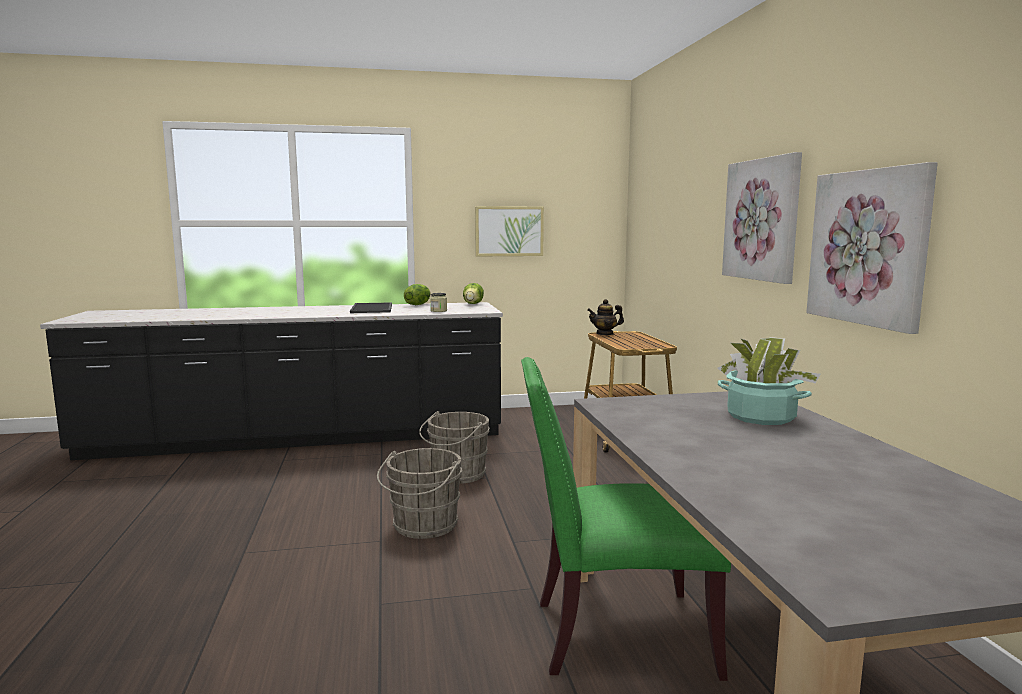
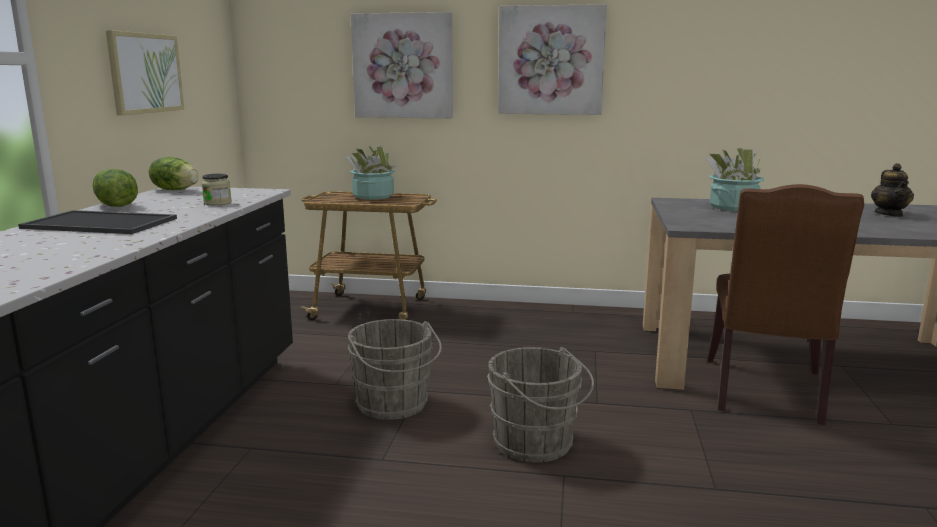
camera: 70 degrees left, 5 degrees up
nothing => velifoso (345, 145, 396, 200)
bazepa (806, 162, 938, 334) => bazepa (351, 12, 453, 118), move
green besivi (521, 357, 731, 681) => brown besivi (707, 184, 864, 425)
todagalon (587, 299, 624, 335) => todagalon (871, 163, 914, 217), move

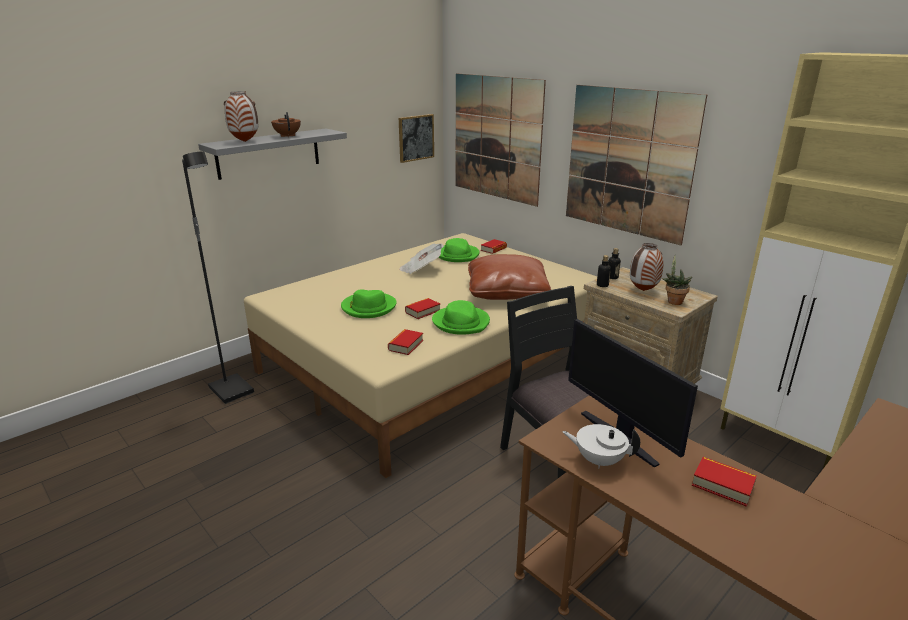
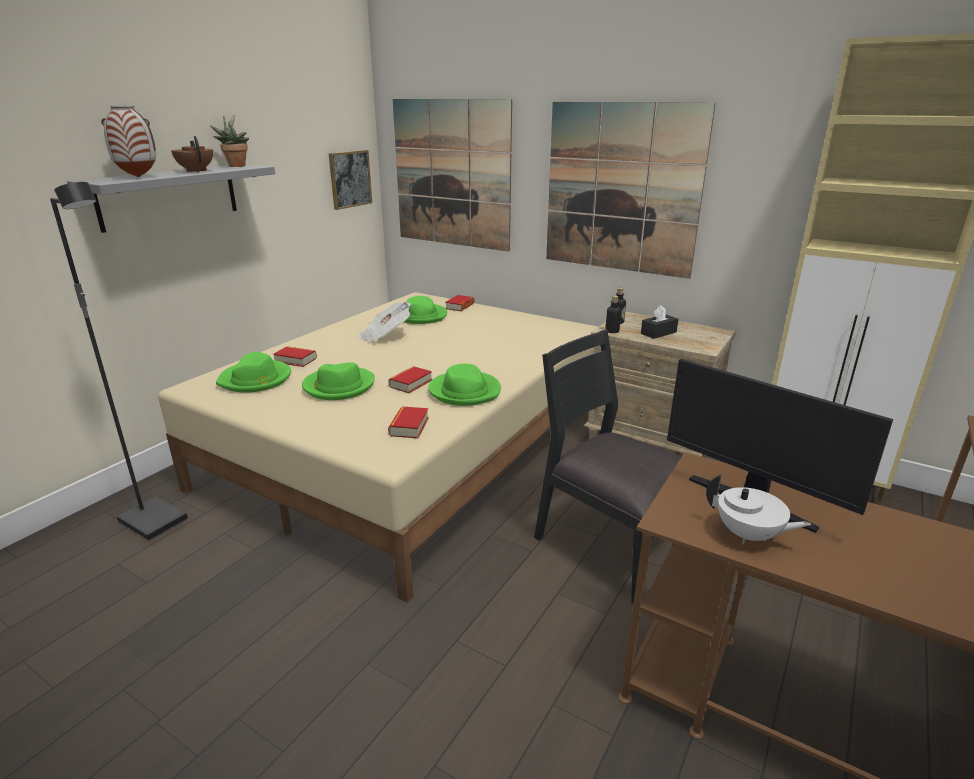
camera: 15 degrees left, 0 degrees up
velifoso (662, 255, 692, 305) => velifoso (210, 115, 249, 167), move
nothing => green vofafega (216, 352, 291, 393)
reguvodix (692, 457, 757, 507) => reguvodix (273, 346, 317, 367), move
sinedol (630, 243, 664, 291) => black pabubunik (641, 305, 678, 339)
white todagalon (562, 424, 640, 468) => white todagalon (706, 474, 811, 544), 150 degrees counterclockwise
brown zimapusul (468, 254, 551, 300) => nothing

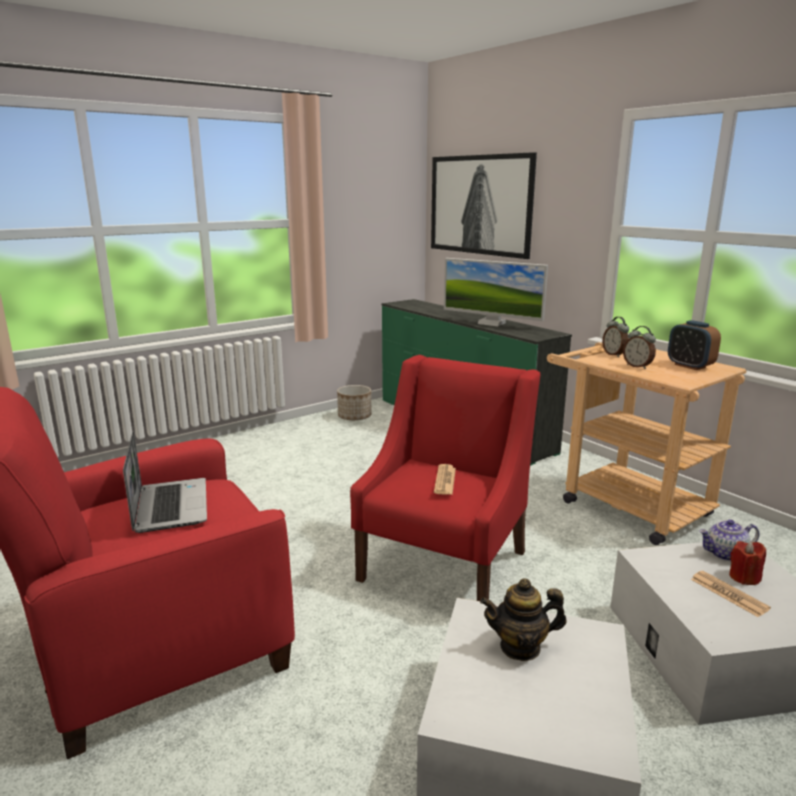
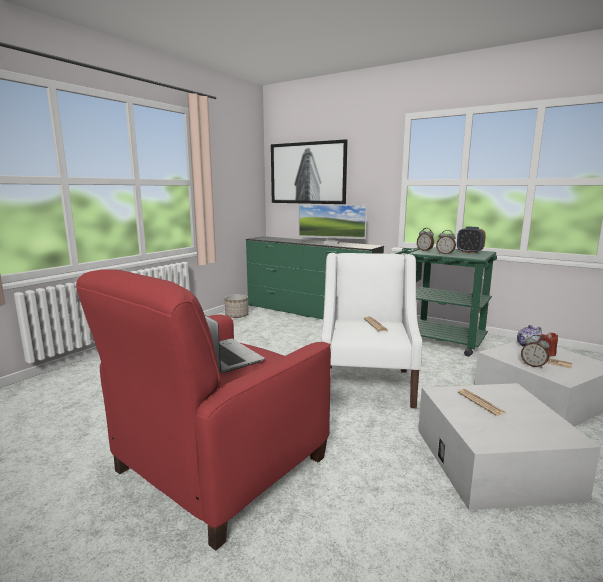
camera: 20 degrees left, 5 degrees down
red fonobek (350, 355, 540, 601) => white fonobek (321, 253, 422, 408)
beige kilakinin (547, 342, 747, 545) => green kilakinin (387, 247, 497, 357)
todagalon (480, 578, 567, 661) => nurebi (458, 389, 506, 416)
nothing => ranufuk (521, 335, 550, 369)

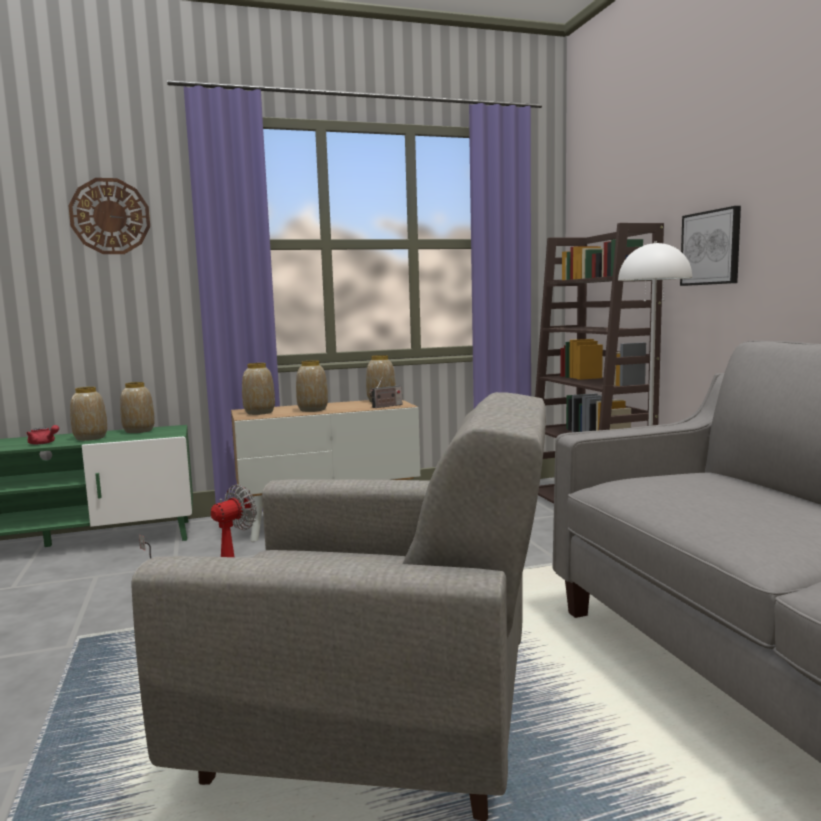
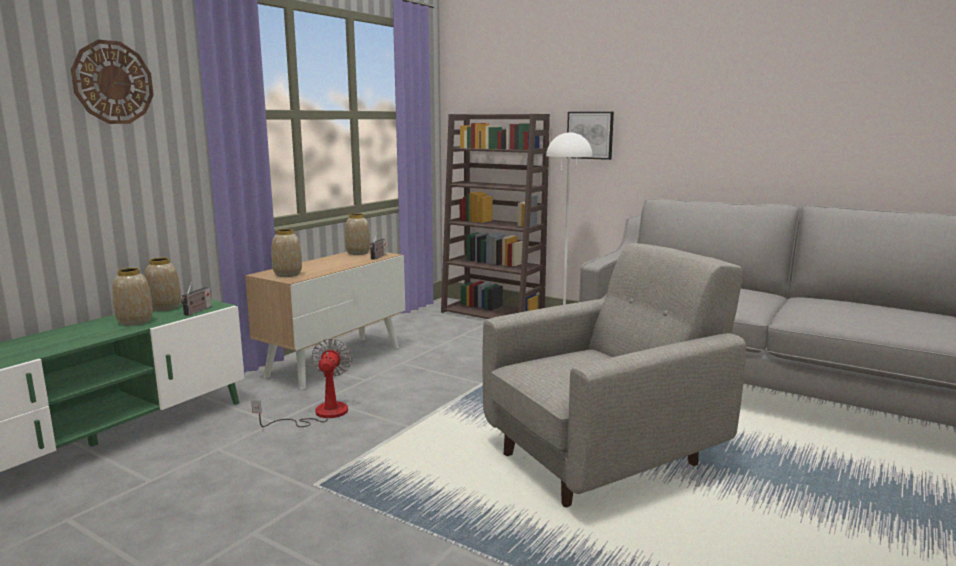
camera: 40 degrees left, 5 degrees up
nothing => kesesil (181, 282, 212, 316)
red todagalon (26, 425, 59, 445) => nothing
sinedol (296, 361, 328, 412) => nothing

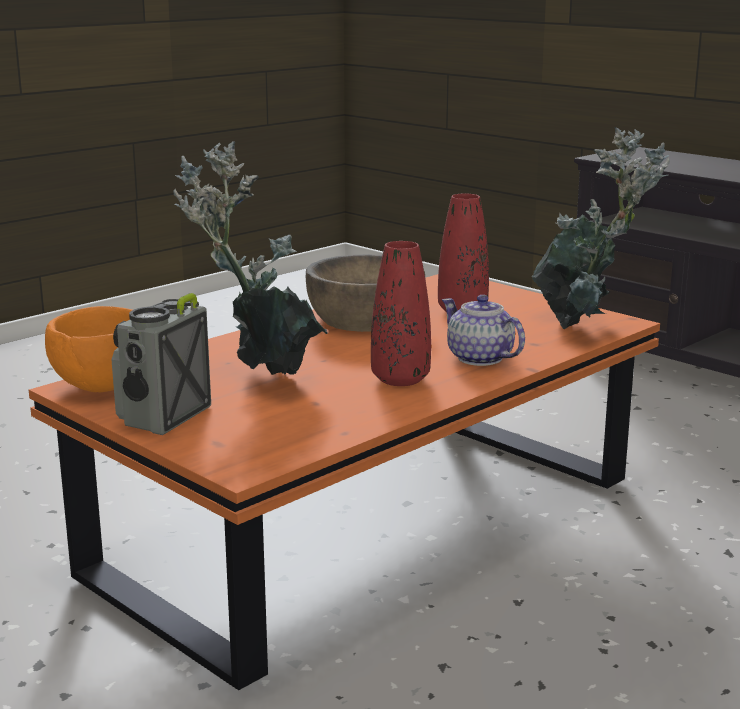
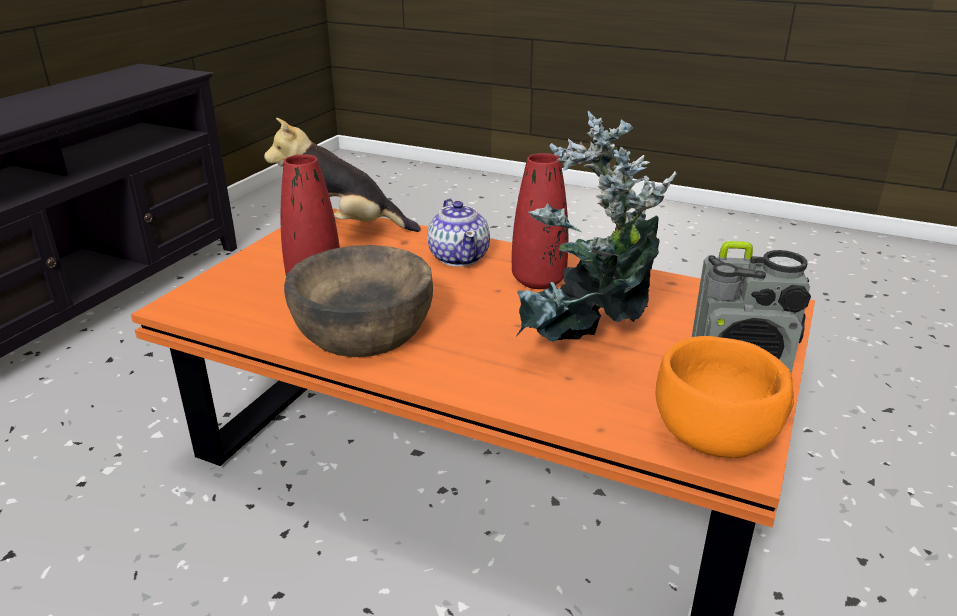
camera: 110 degrees left, 10 degrees up
velifoso (531, 127, 670, 330) => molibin (264, 118, 421, 232)
todagalon (442, 295, 525, 366) => todagalon (428, 199, 490, 267), 45 degrees counterclockwise

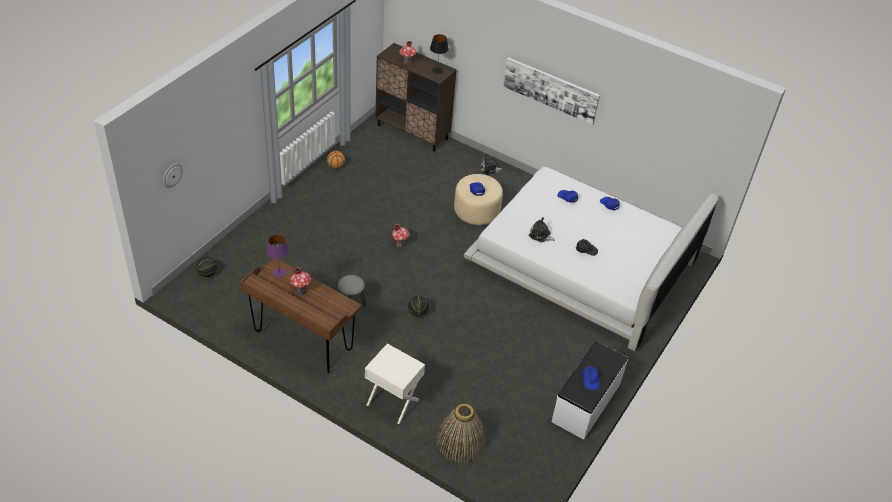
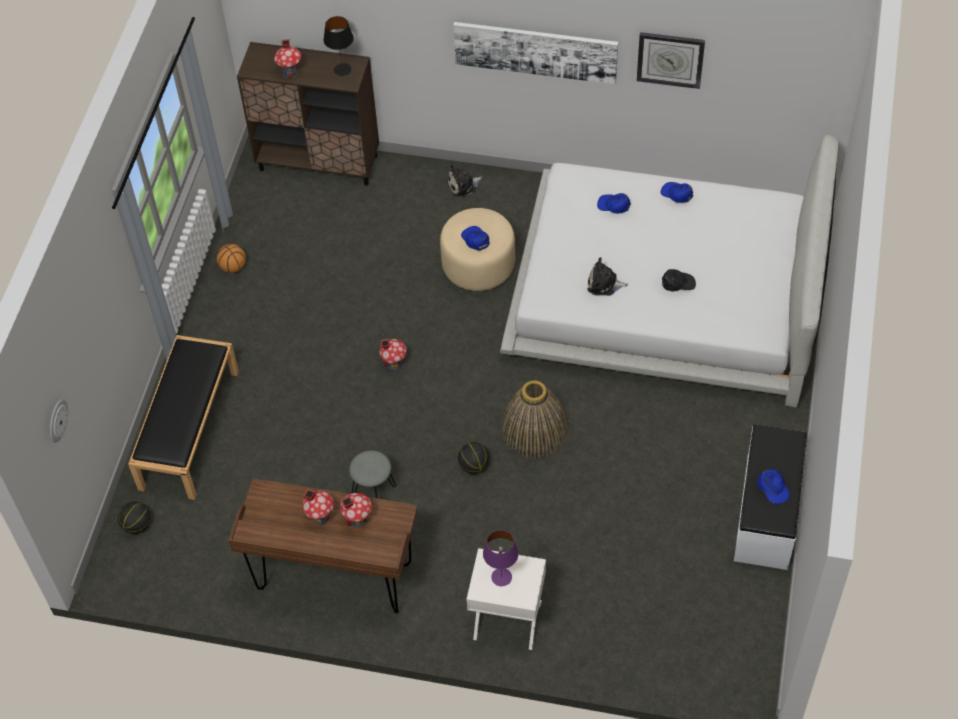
camera: 15 degrees left, 10 degrees up
nothing => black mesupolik (128, 335, 239, 500)
nothing => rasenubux (340, 493, 372, 528)
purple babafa (266, 234, 289, 277) => purple babafa (483, 530, 519, 586), move
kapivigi (436, 404, 485, 463) => kapivigi (501, 381, 568, 459), move
nothing => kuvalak (637, 32, 705, 89)

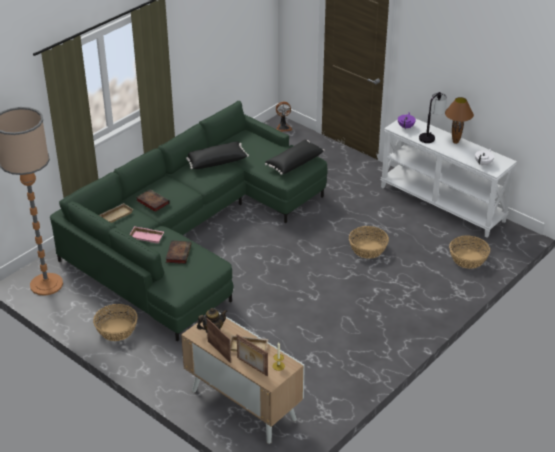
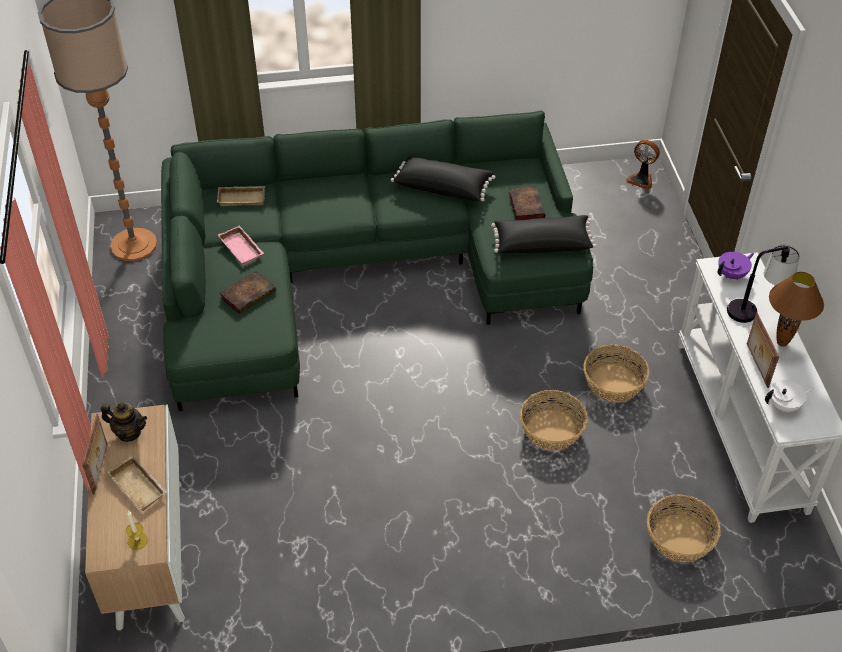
camera: 40 degrees right, 10 degrees up
reguvodix (136, 190, 170, 212) => reguvodix (509, 185, 545, 220), move
kapivigi (93, 304, 138, 341) => kapivigi (583, 344, 649, 402), move
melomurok (237, 334, 268, 376) => melomurok (747, 312, 779, 388), move

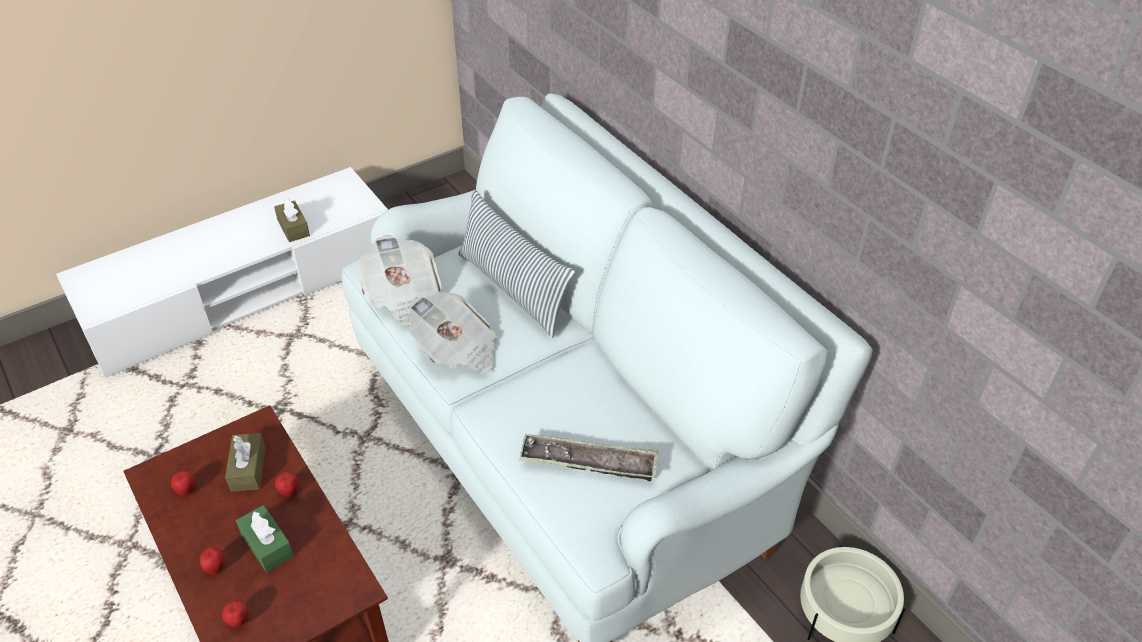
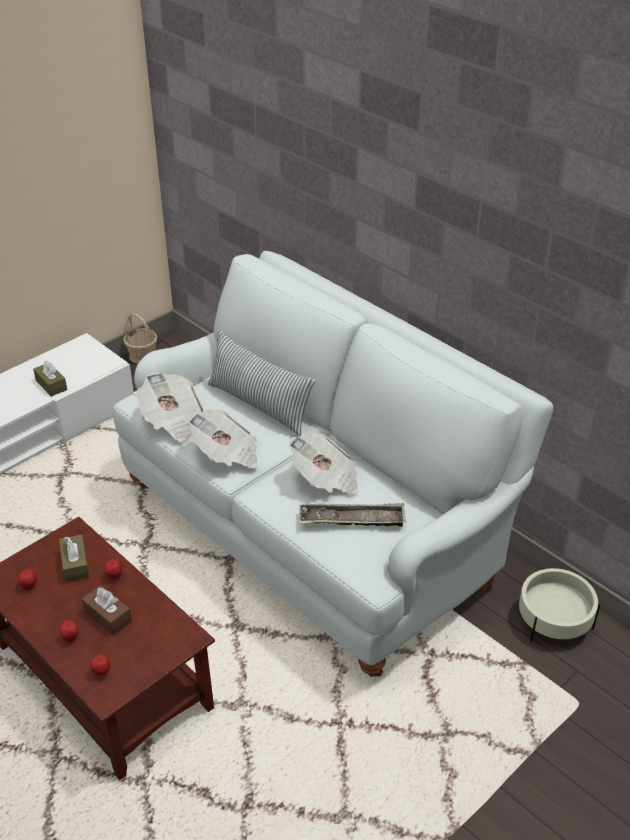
camera: 10 degrees left, 5 degrees down
green pabubunik (236, 505, 294, 572) => brown pabubunik (82, 585, 132, 636)
nothing => kapivigi (123, 314, 157, 363)
nothing => nurebi (289, 432, 358, 495)

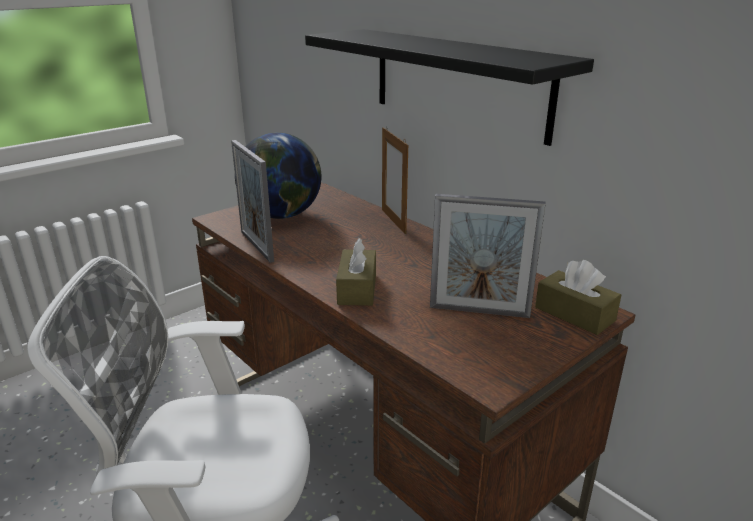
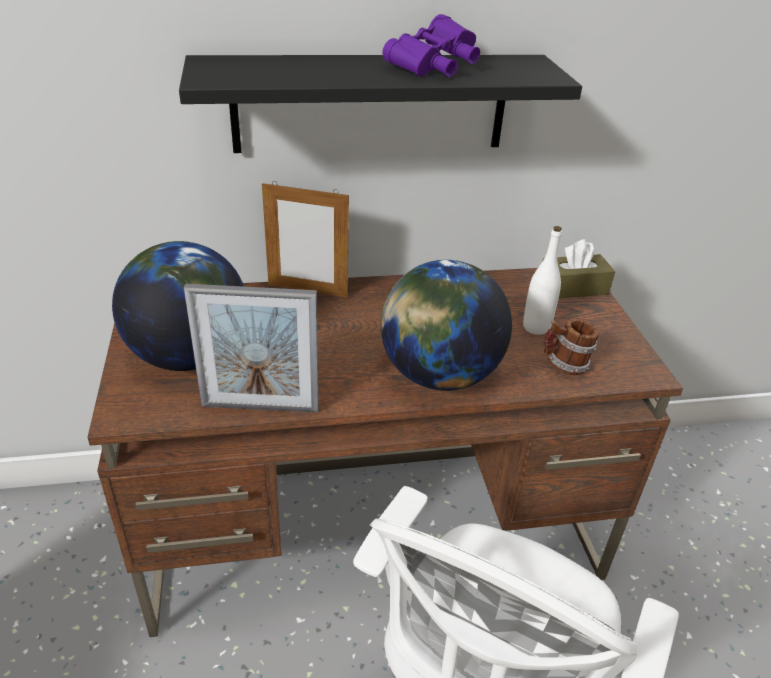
camera: 60 degrees left, 10 degrees up
brown pabubunik (336, 238, 376, 306) => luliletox (381, 260, 512, 391)
nothing => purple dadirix (383, 14, 480, 77)
melomurok (430, 194, 546, 318) => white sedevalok (523, 226, 562, 335)
nothing => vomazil (544, 318, 599, 376)

